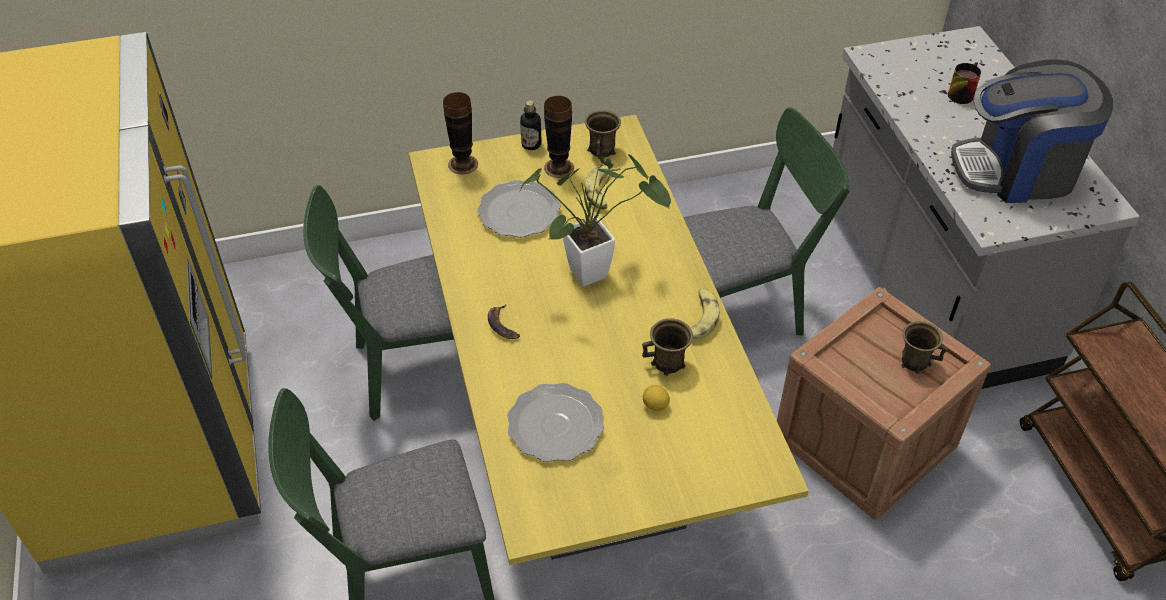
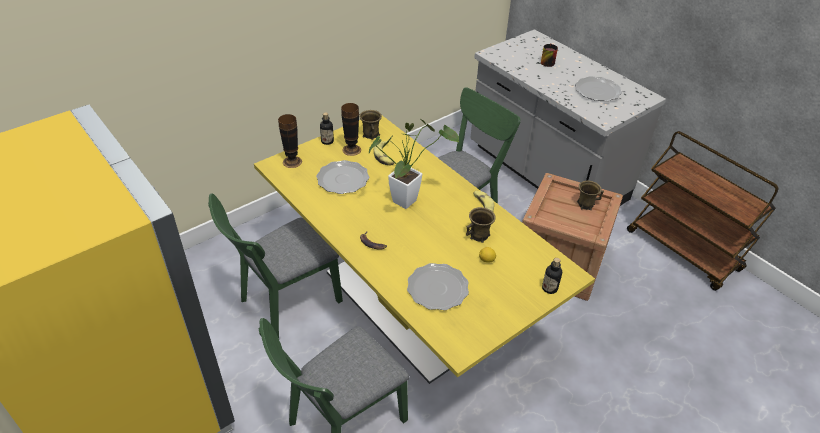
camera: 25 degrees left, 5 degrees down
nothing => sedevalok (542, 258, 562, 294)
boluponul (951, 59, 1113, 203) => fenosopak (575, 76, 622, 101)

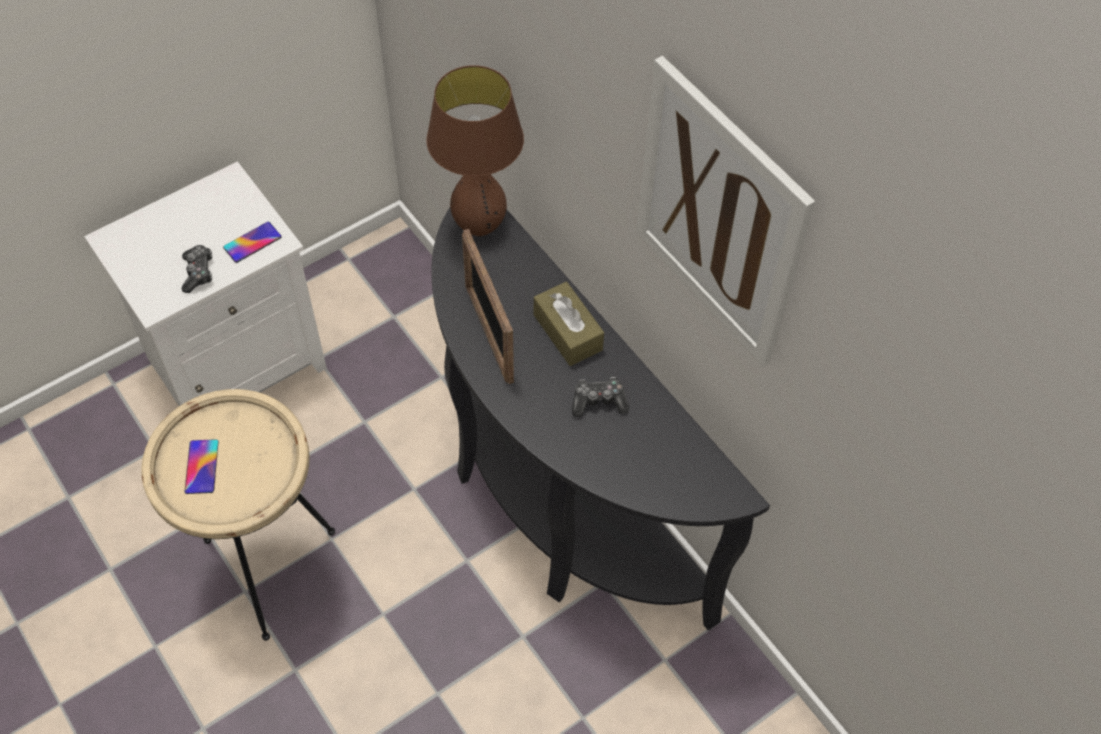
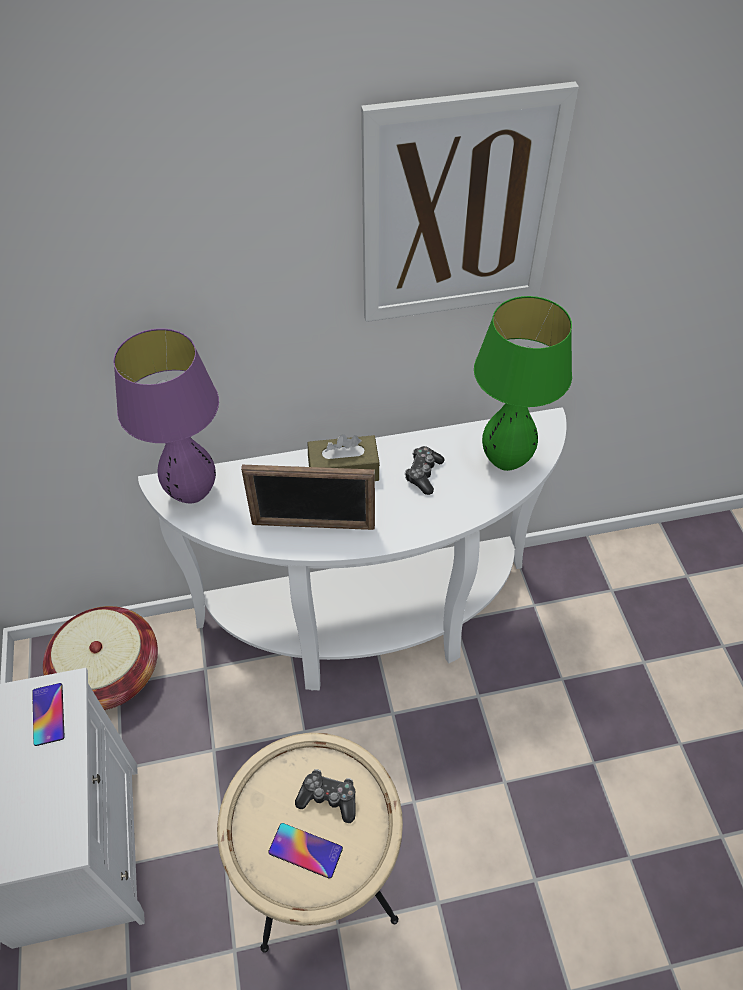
camera: 65 degrees left, 5 degrees down
nothing => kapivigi (43, 606, 158, 710)
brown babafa (426, 65, 524, 236) => purple babafa (113, 328, 219, 503)
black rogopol (431, 208, 770, 631) => white rogopol (138, 407, 566, 691)
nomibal (182, 245, 212, 293) => nomibal (295, 769, 356, 823), move
nothing => green babafa (474, 296, 572, 471)

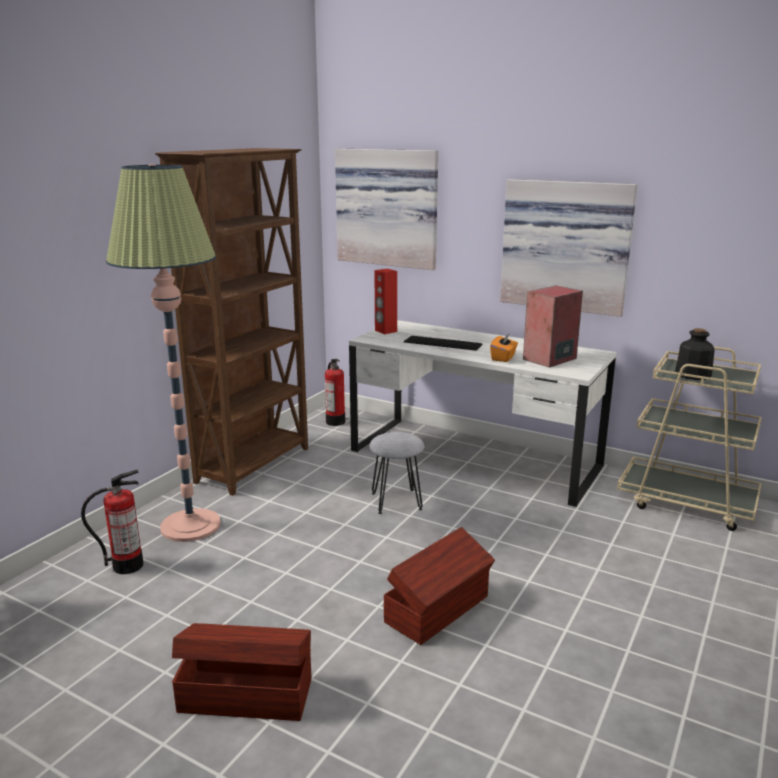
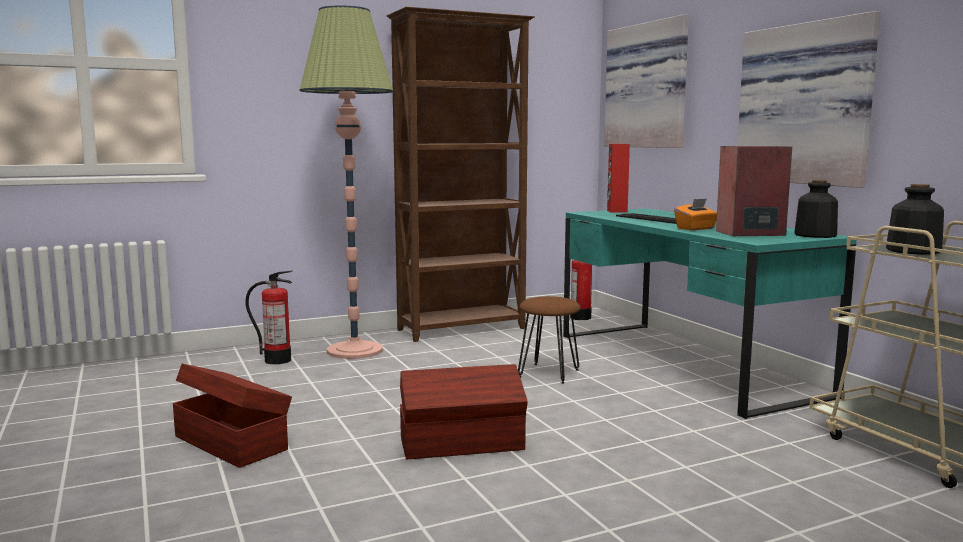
camera: 35 degrees right, 10 degrees down
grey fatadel (369, 432, 424, 514) => brown fatadel (518, 296, 580, 384)
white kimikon (349, 320, 616, 507) => turquoise kimikon (563, 209, 857, 419)
nothing => sedevalok (794, 180, 838, 238)

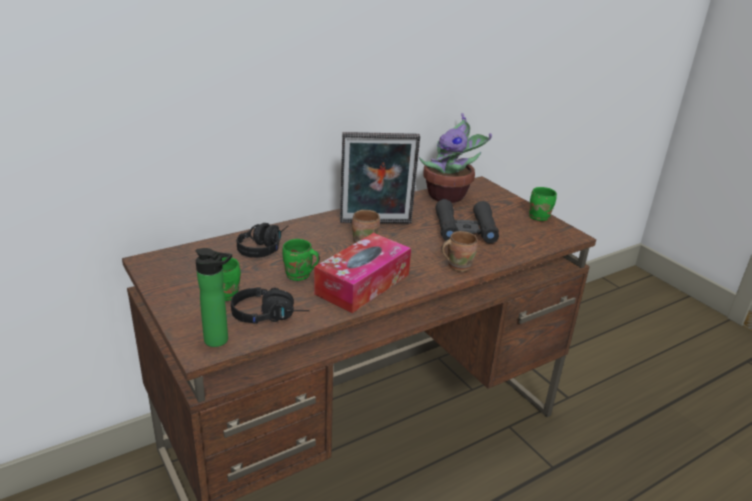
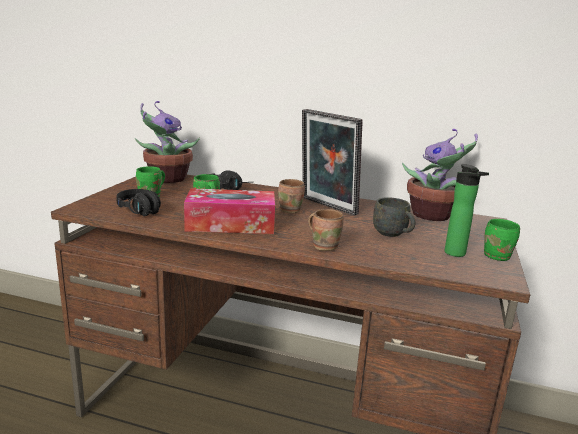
camera: 50 degrees right, 10 degrees down
nothing => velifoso (135, 101, 200, 183)
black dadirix (435, 199, 499, 243) => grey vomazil (373, 197, 415, 237)
sedevalok (196, 248, 232, 347) => sedevalok (444, 164, 489, 257), move

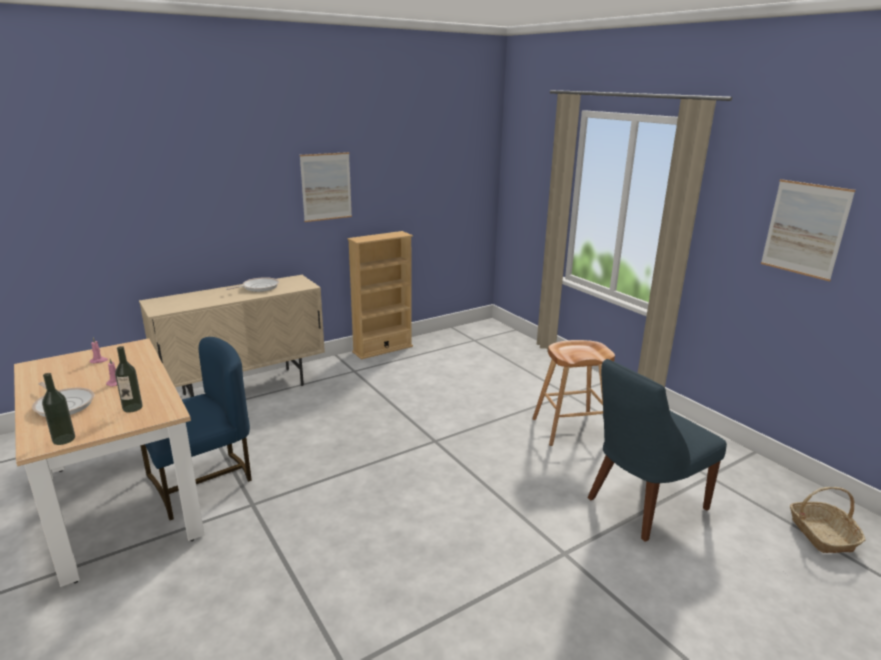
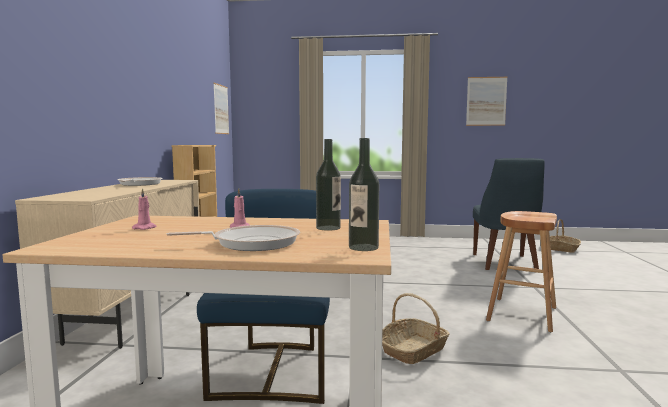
camera: 50 degrees left, 15 degrees down
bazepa (300, 152, 352, 222) => bazepa (213, 83, 229, 134), move
nothing => kapivigi (382, 293, 450, 364)
brown fatadel (532, 340, 615, 446) => brown fatadel (486, 211, 557, 332), move

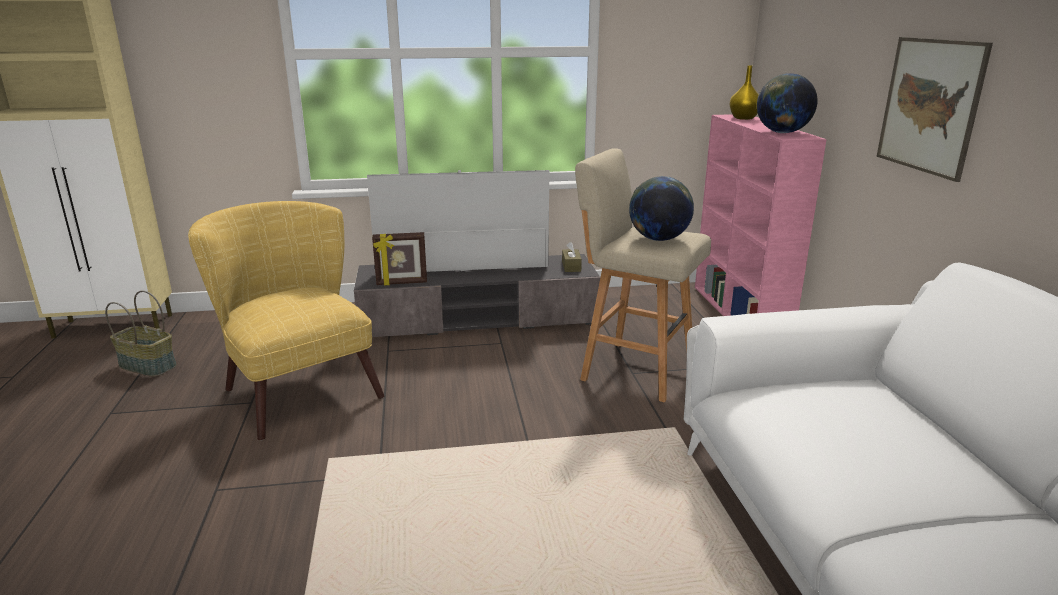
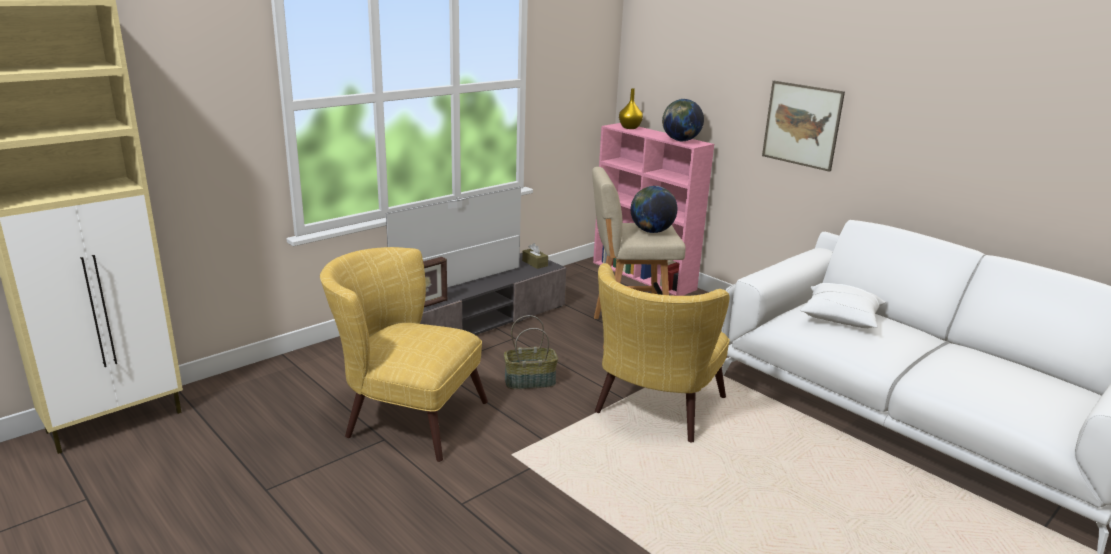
camera: 35 degrees left, 0 degrees up
kapivigi (105, 290, 177, 377) => kapivigi (504, 315, 558, 389), move
nothing => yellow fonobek (595, 263, 730, 442)
nothing => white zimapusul (800, 283, 886, 328)

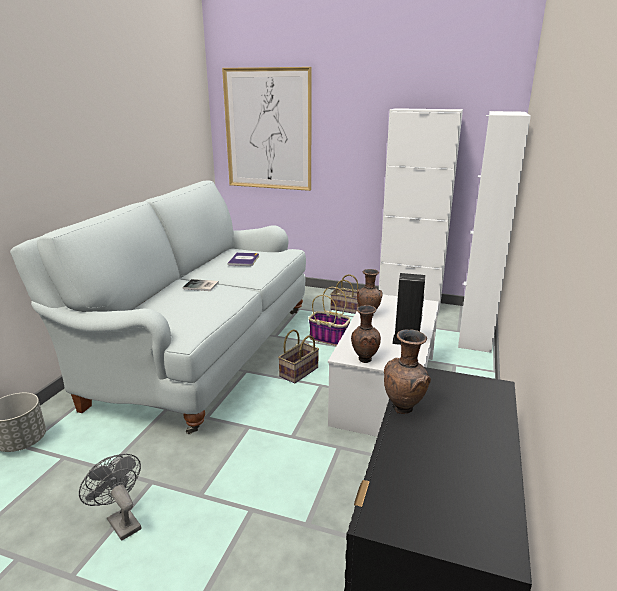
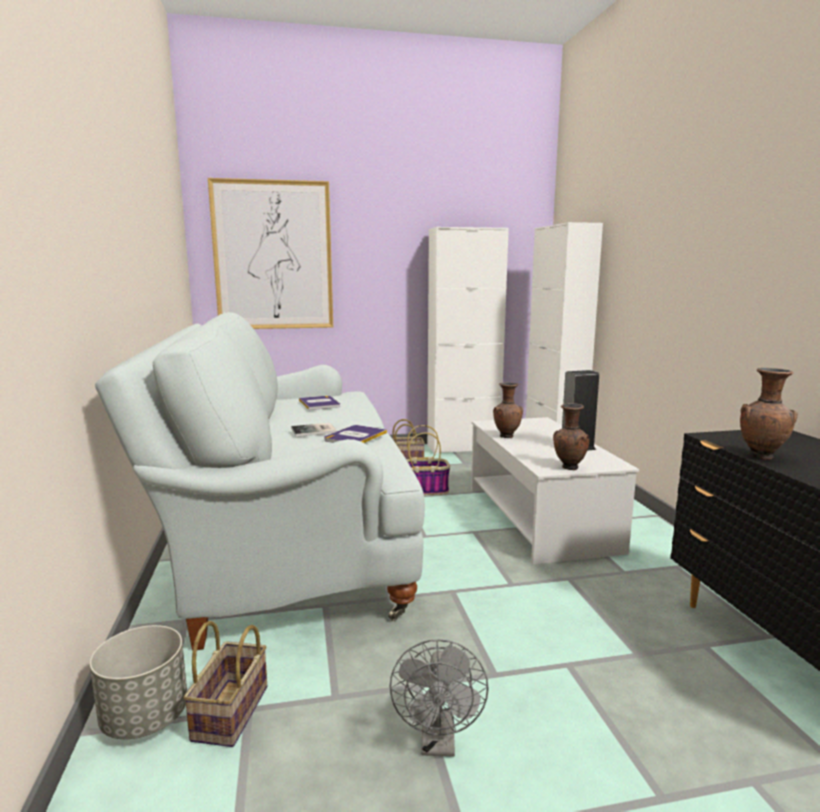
camera: 30 degrees left, 10 degrees down
kapivigi (278, 330, 319, 383) => kapivigi (183, 621, 267, 747), move
nothing => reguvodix (324, 425, 387, 443)
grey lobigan (79, 454, 142, 541) => grey lobigan (390, 639, 489, 757), 105 degrees counterclockwise

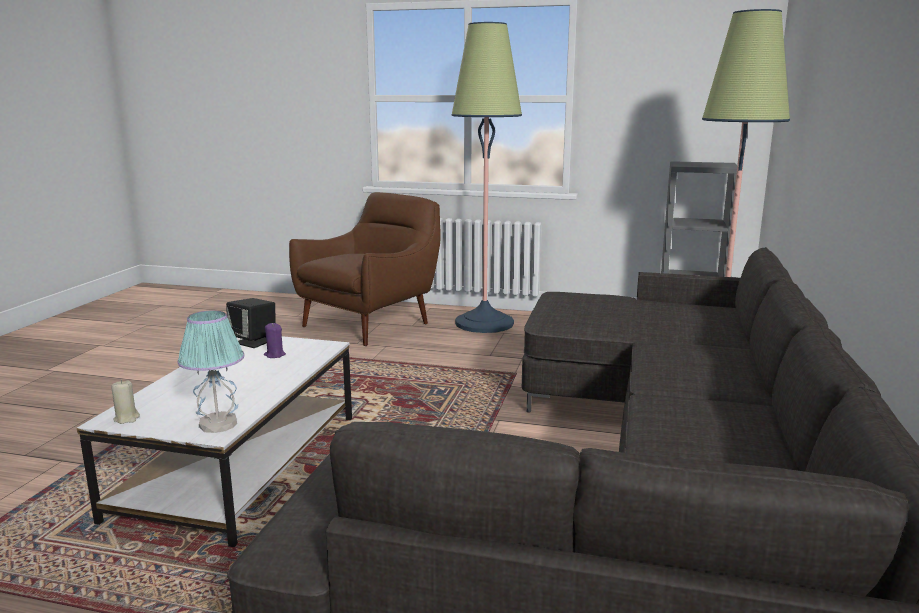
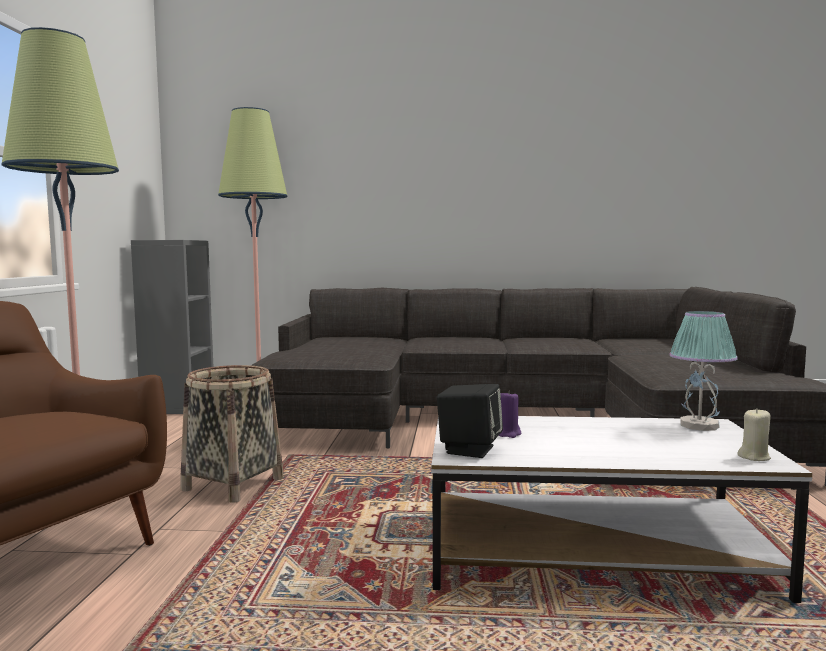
camera: 100 degrees left, 10 degrees down
nothing => kapivigi (181, 365, 284, 503)

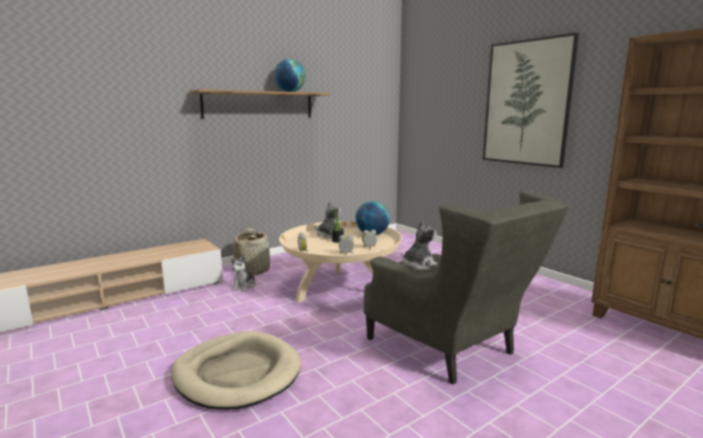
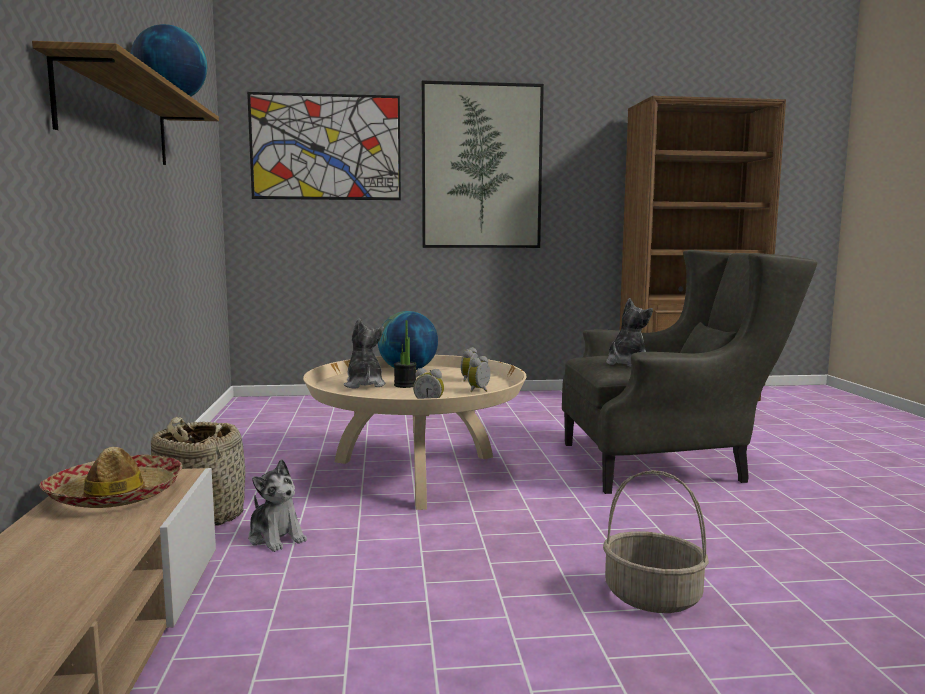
camera: 60 degrees left, 5 degrees down
nothing => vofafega (39, 447, 183, 508)
nothing => bazepa (247, 92, 401, 200)
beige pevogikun (171, 331, 301, 410) => kapivigi (603, 470, 709, 613)
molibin (402, 219, 437, 270) => molibin (606, 298, 653, 367), 45 degrees clockwise

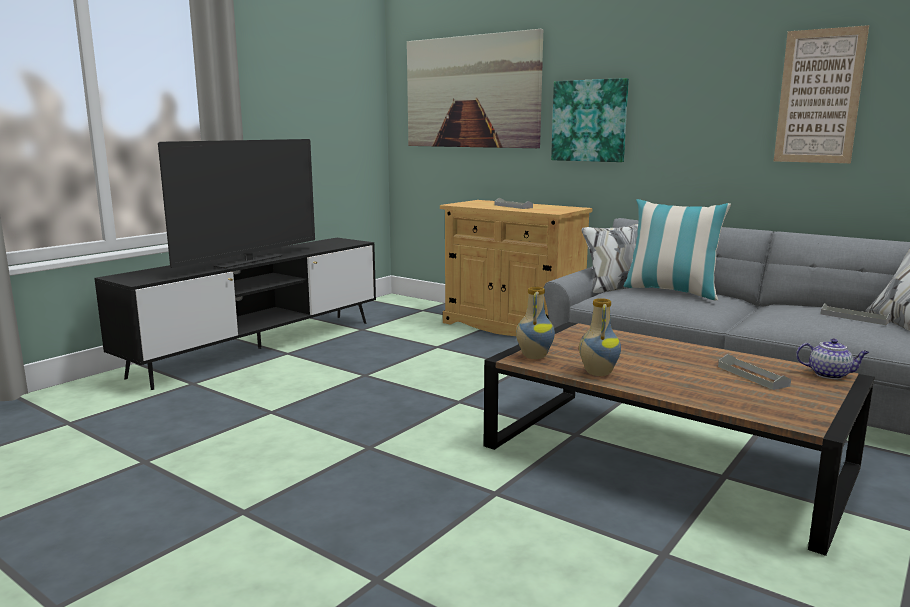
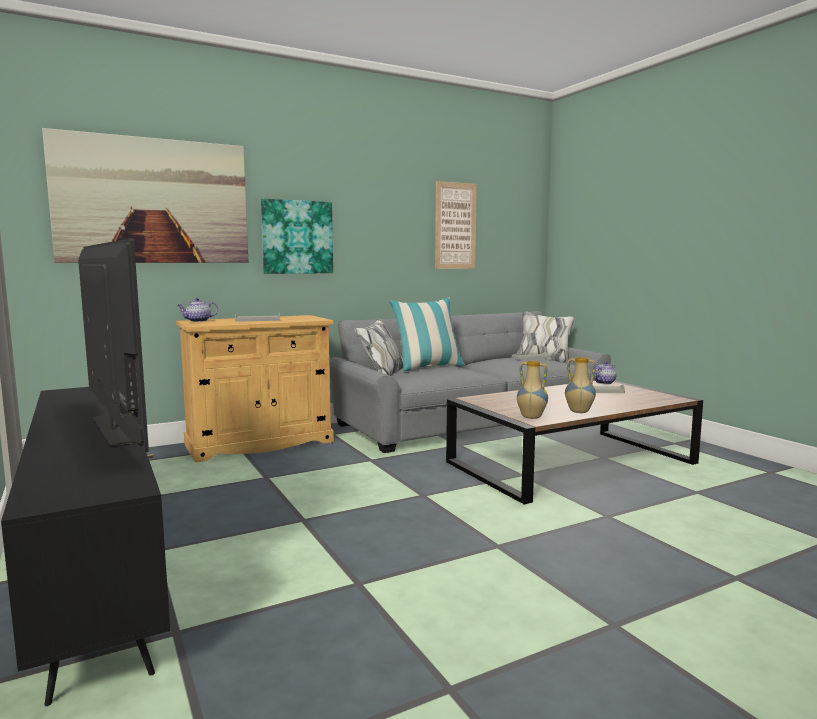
camera: 65 degrees left, 5 degrees down
nothing => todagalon (178, 298, 218, 322)

